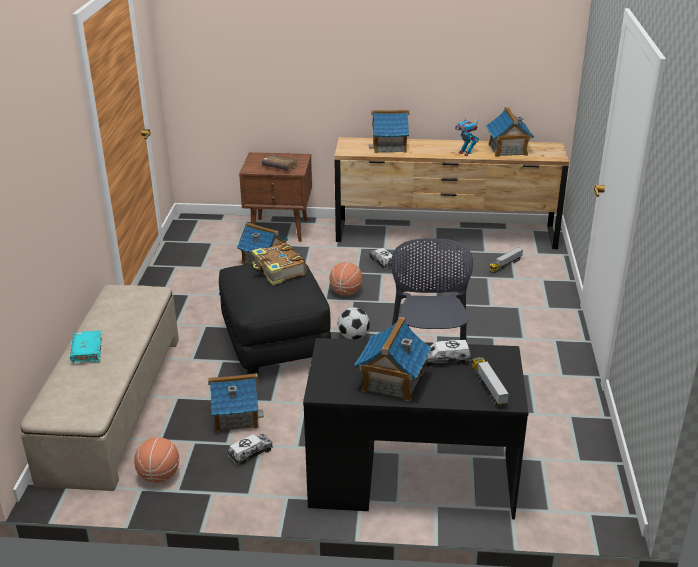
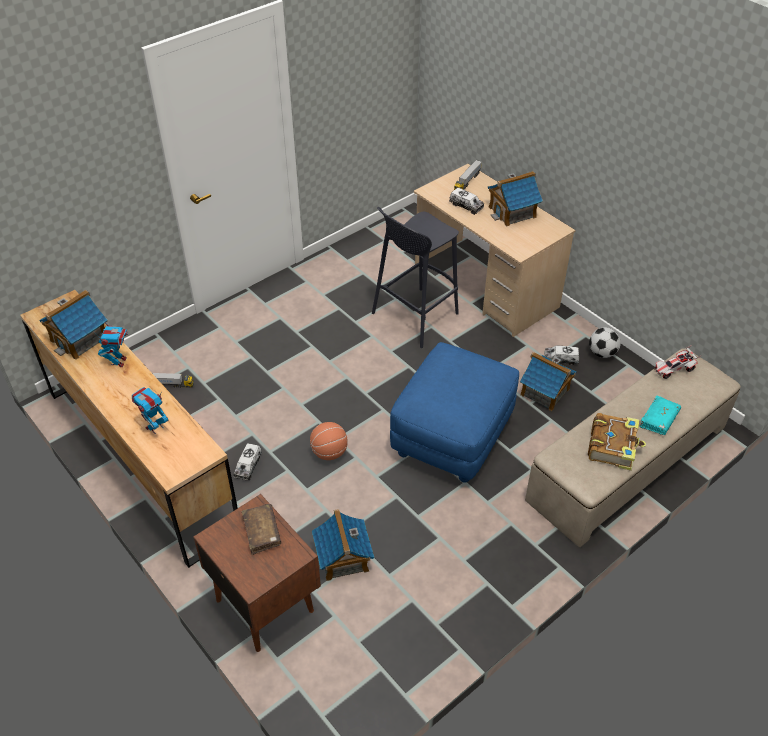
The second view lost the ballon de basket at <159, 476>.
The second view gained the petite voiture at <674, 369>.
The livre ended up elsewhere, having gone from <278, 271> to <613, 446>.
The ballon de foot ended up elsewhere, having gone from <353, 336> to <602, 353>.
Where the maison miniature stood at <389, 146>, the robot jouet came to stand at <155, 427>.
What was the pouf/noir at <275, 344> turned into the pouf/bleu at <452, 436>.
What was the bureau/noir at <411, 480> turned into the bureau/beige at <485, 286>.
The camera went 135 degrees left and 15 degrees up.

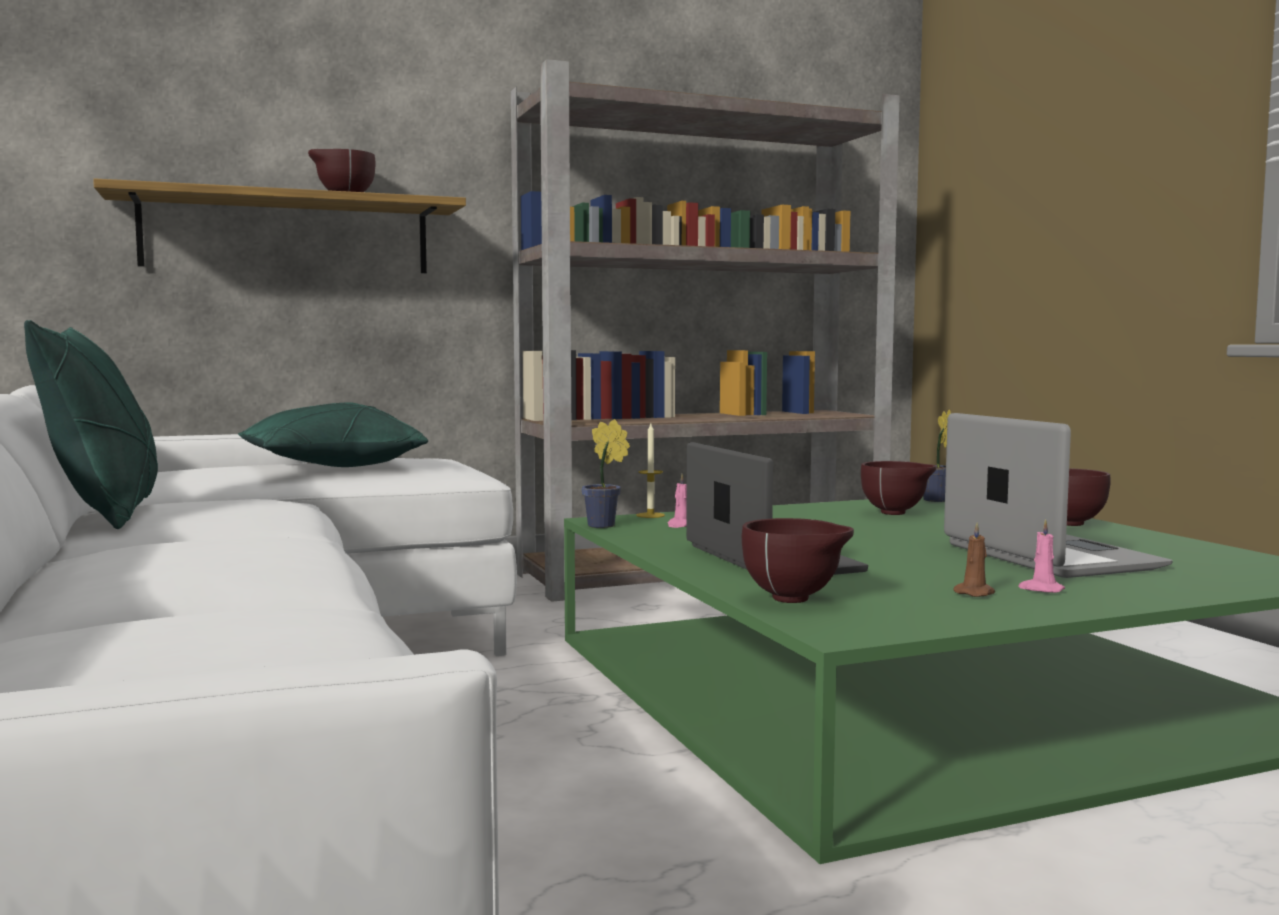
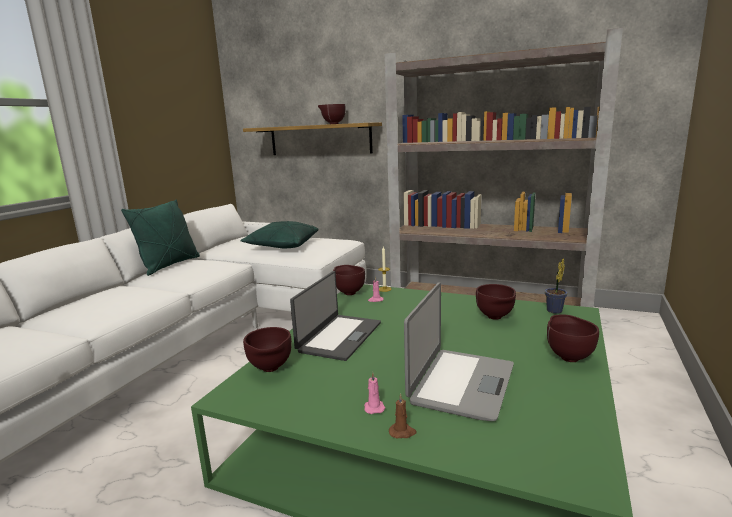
The bougie/marron ended up elsewhere, having gone from <975, 593> to <402, 432>.
Where the plante en pot stood at <604, 526>, the bol/marron came to stand at <349, 292>.
The camera went 45 degrees right and 10 degrees up.

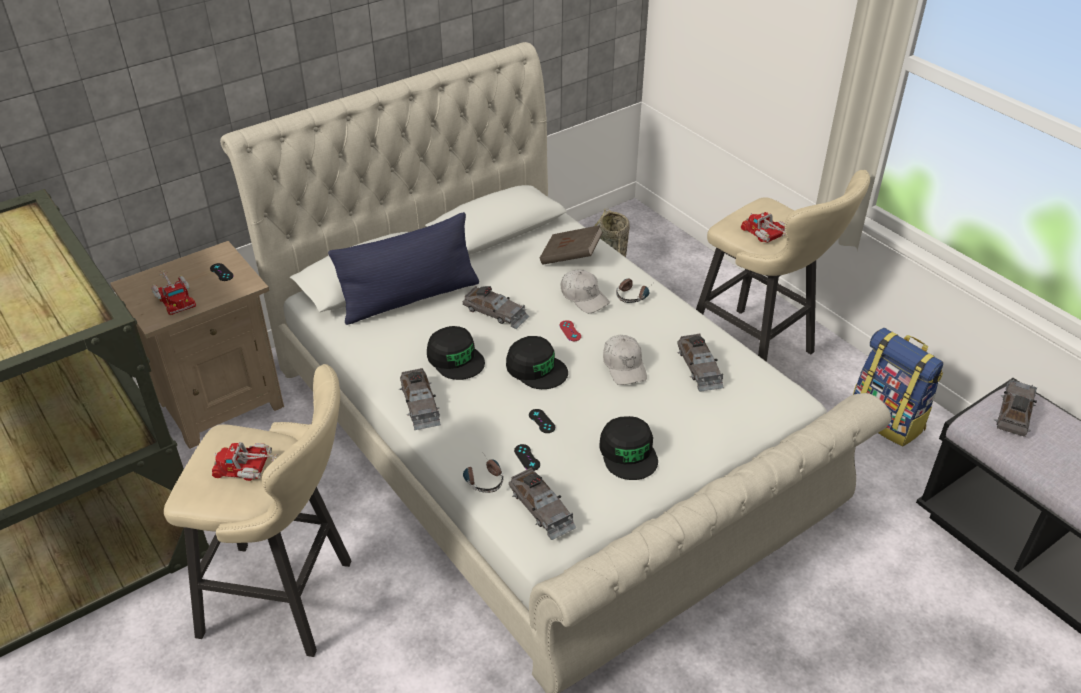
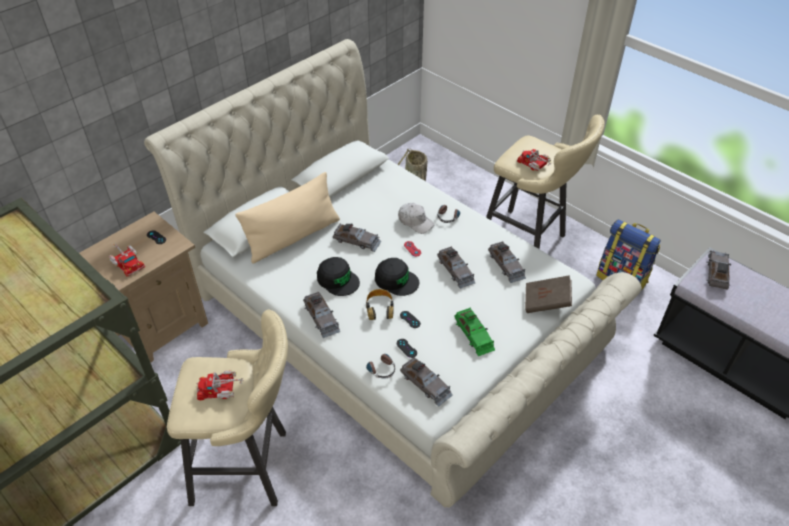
The second view gained the casque audio at <380, 308>.
The livre/marron ended up elsewhere, having gone from <570, 257> to <546, 303>.
Where the casquette/noir stood at <628, 453>, the petite voiture/vert came to stand at <474, 334>.
Where the casquette/blanc stood at <624, 366>, the petite voiture/gris came to stand at <455, 270>.
What was the coussin/bleu at <410, 298> turned into the coussin/beige at <293, 237>.
The camera went 10 degrees left and 5 degrees up.

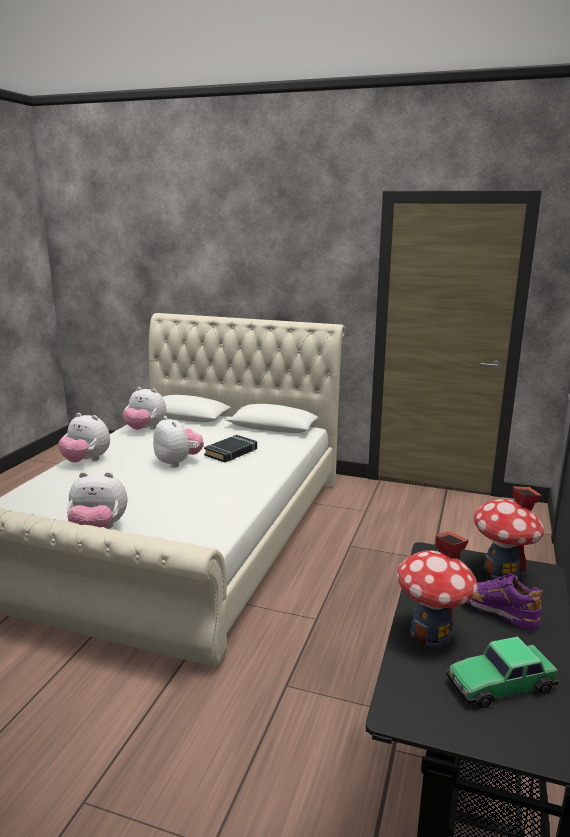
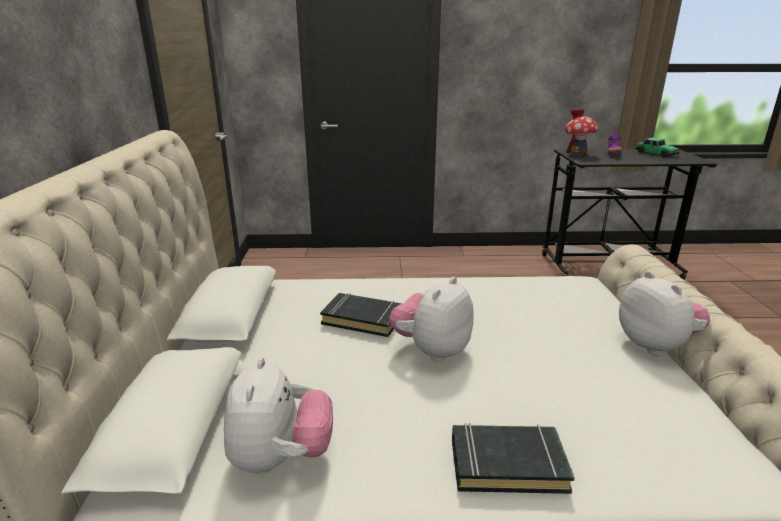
The second view lost the maison miniature at <431, 633>.
Where the peluche stood at <86, 461>, the livre/noir came to stand at <507, 464>.
The camera went 110 degrees left and 5 degrees up.

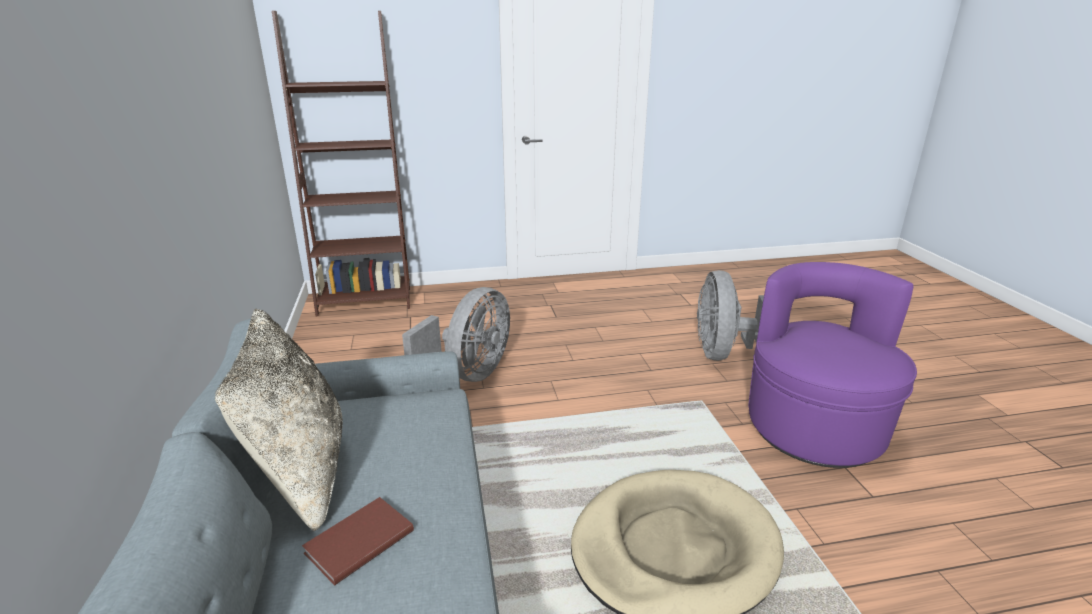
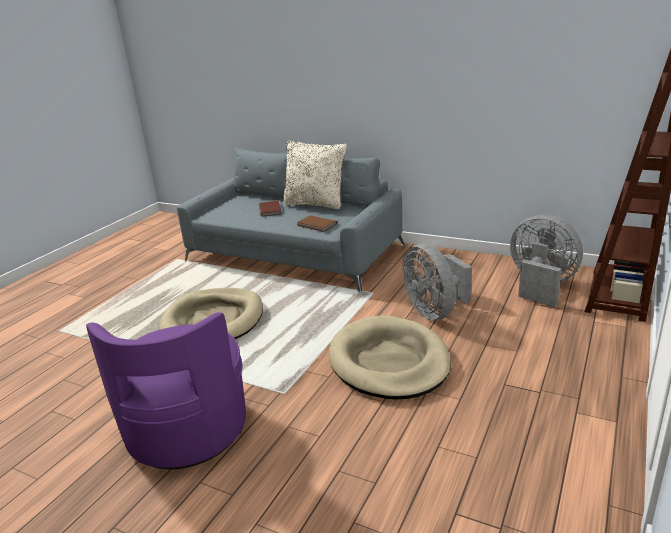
The second view gained the livre/marron at <316, 225>.
The second view gained the panier pour chien/beige at <389, 362>.
The ventilateur/gris ended up elsewhere, having gone from <723, 353> to <540, 286>.
The fauteuil/violet at <815, 429> ended up facing another way, 45 degrees clockwise from before.
The camera went 130 degrees right and 0 degrees up.

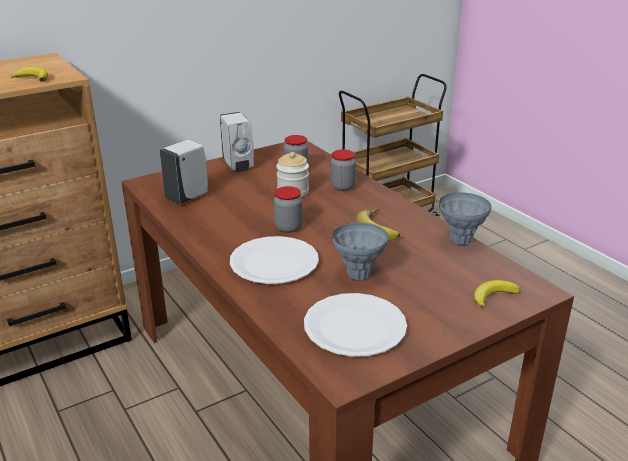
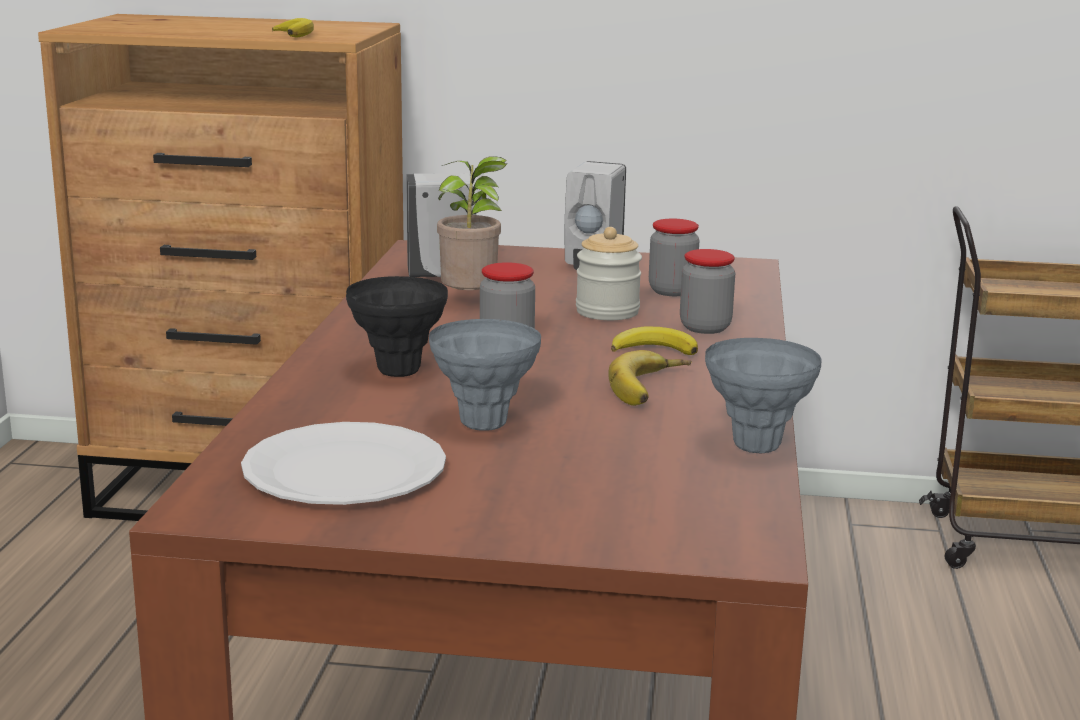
The second view gained the plante en pot at <472, 304>.
The banane ended up elsewhere, having gone from <493, 296> to <654, 349>.
Where the assiette/blanc stood at <274, 262>, the vase/noir came to stand at <398, 371>.
The camera went 40 degrees right and 10 degrees down.

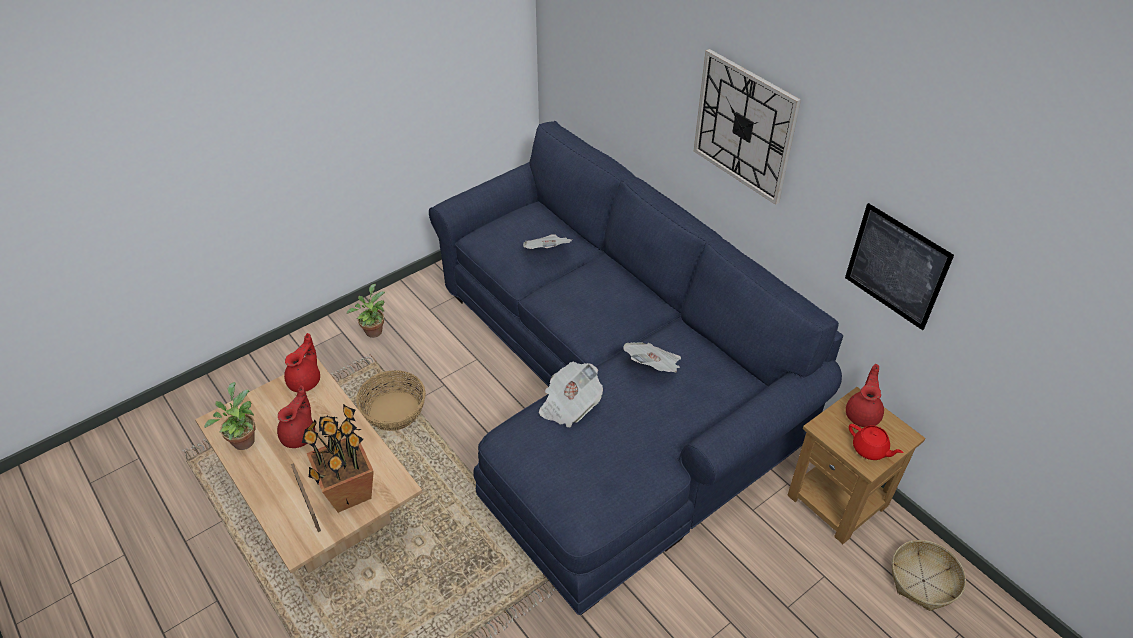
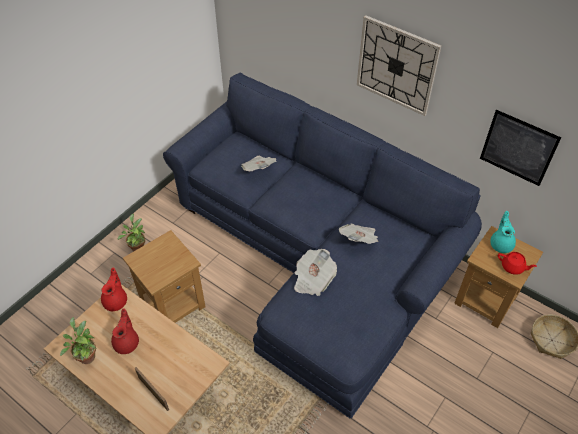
The second view lost the plante en pot at <348, 492>.
Where the panier stood at <394, 411>, the table d'appoint/marron came to stand at <173, 303>.
What was the théière/rouge at <863, 414> turned into the théière/turquoise at <501, 244>.
The camera went 15 degrees left and 5 degrees up.

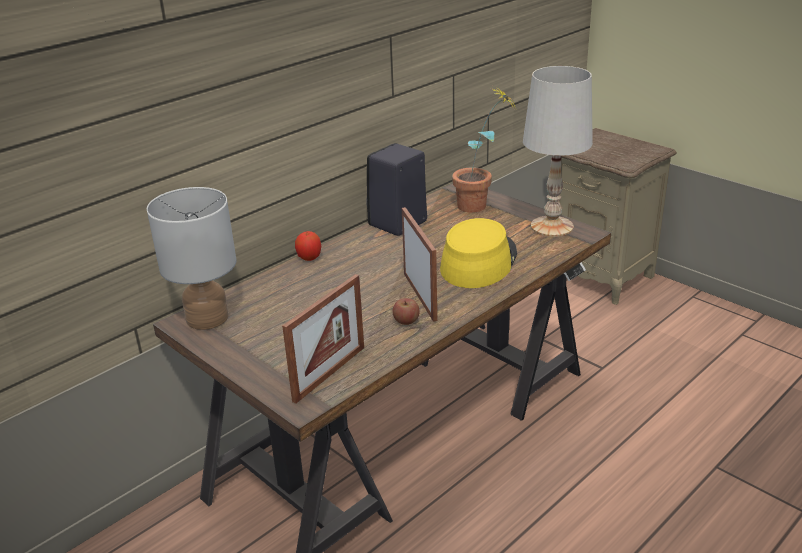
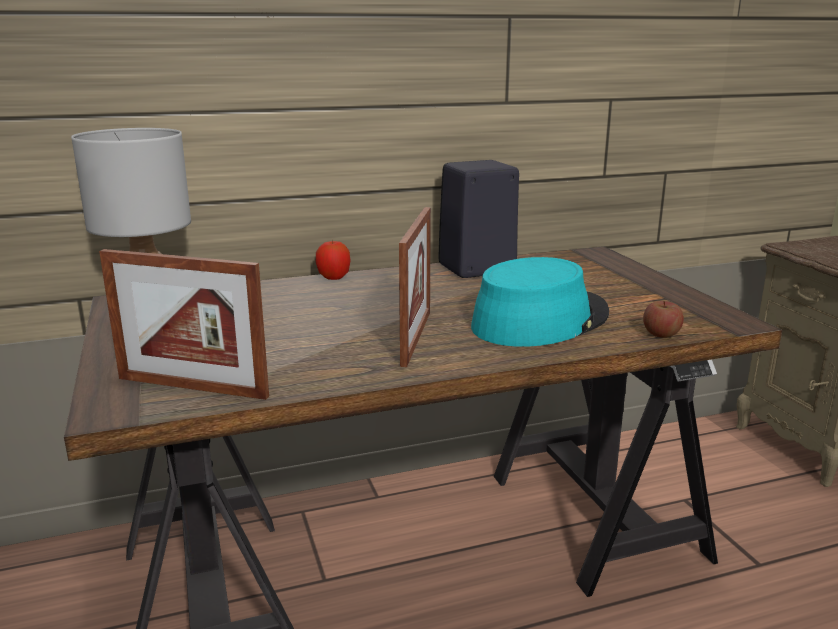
The second view lost the plante en pot at <481, 206>.
The second view lost the lampe de table/blanc at <552, 226>.
The pomme ended up elsewhere, having gone from <406, 321> to <661, 334>.
What was the chapeau/jaune at <478, 261> turned into the chapeau/turquoise at <540, 320>.
The cadre photo at <329, 373> ended up facing another way, 45 degrees clockwise from before.
The camera went 25 degrees right and 10 degrees down.

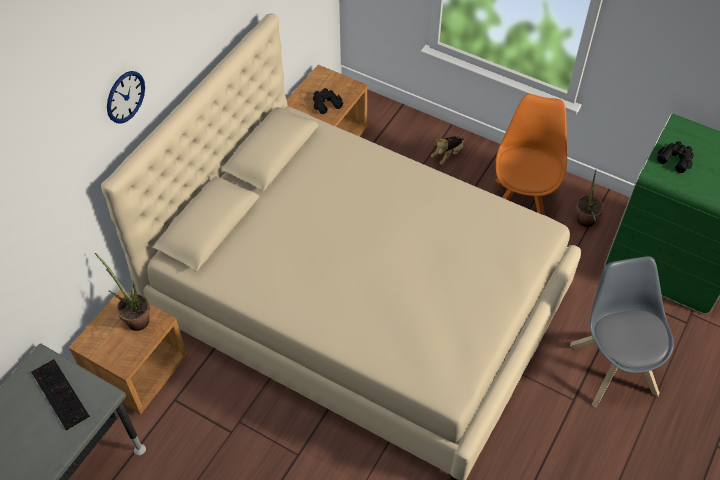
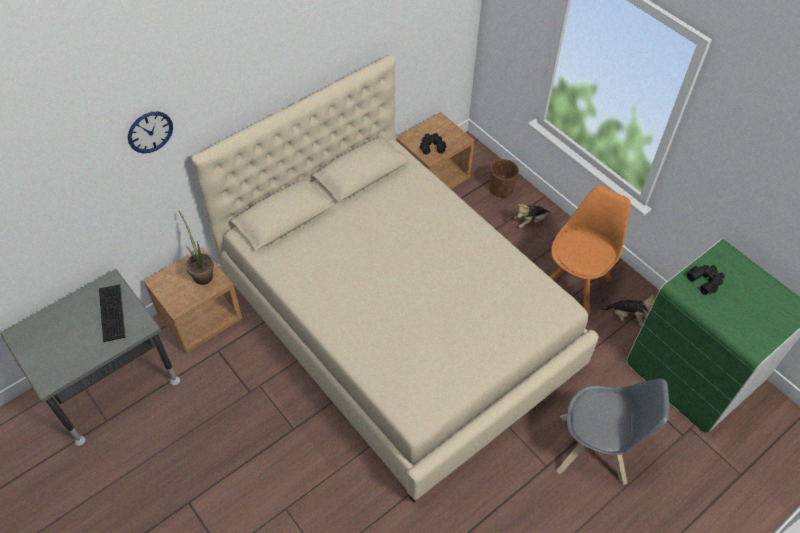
The second view gained the cache-pot/marron at <501, 189>.
The horloge murale ended up elsewhere, having gone from <125, 97> to <150, 132>.
Where the plante en pot stood at <585, 223>, the peluche came to stand at <627, 317>.
The chaise/gris at <612, 366> ended up facing another way, 90 degrees clockwise from before.
The camera went 20 degrees right and 0 degrees up.

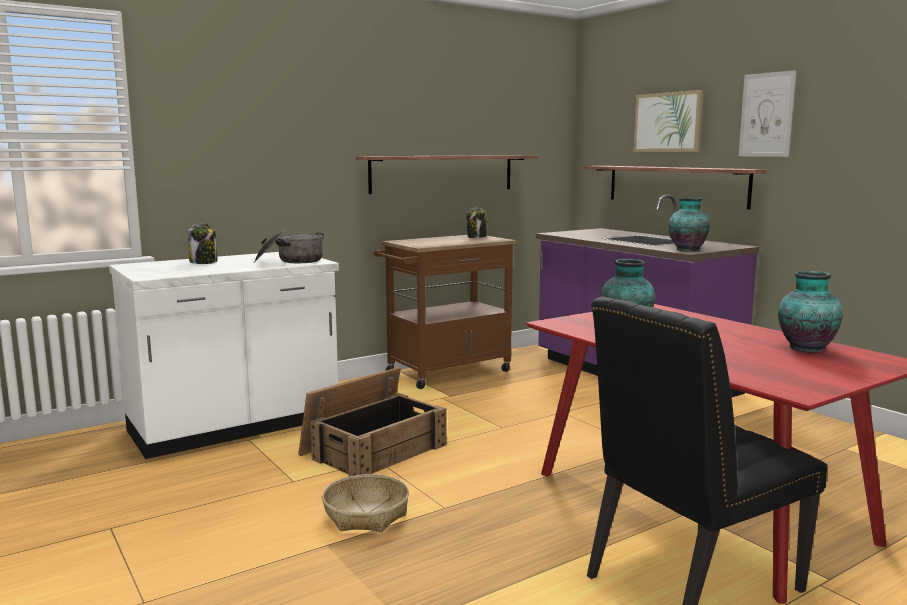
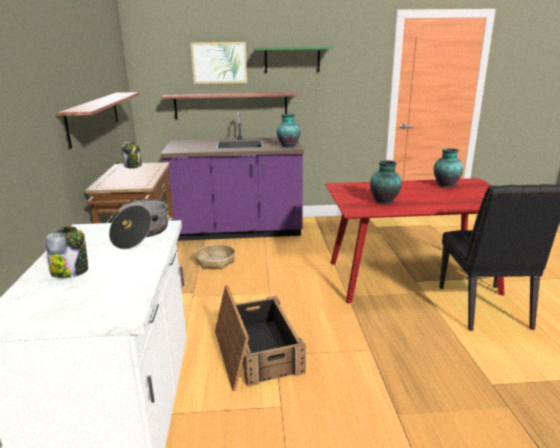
The panier ended up elsewhere, having gone from <366, 514> to <215, 262>.
Where the tableau hung at <766, 115>, the étagère/vert came to hang at <292, 59>.
The camera went 60 degrees left and 10 degrees up.

